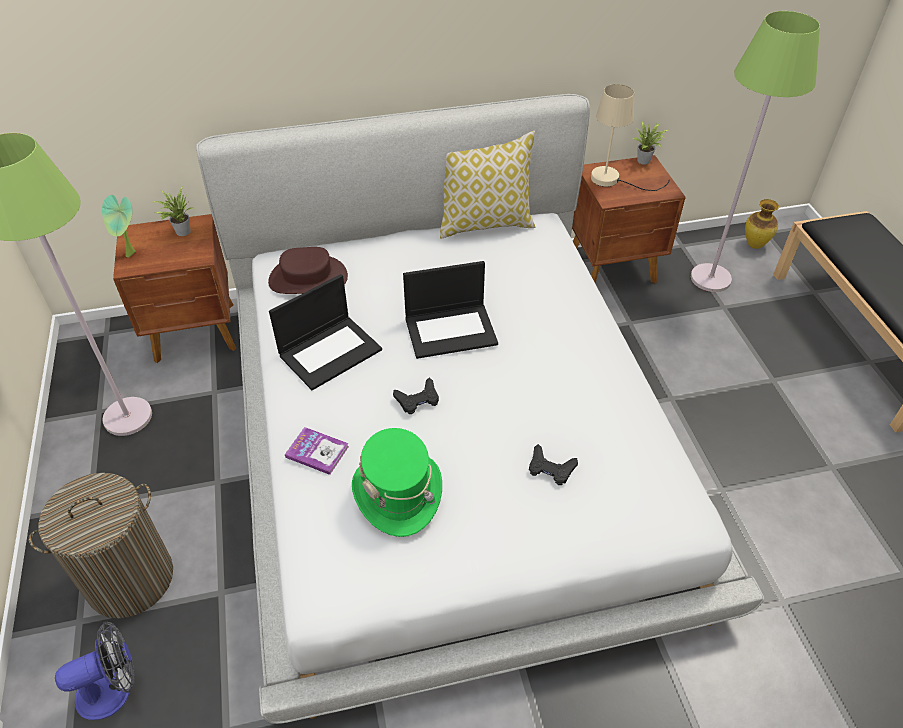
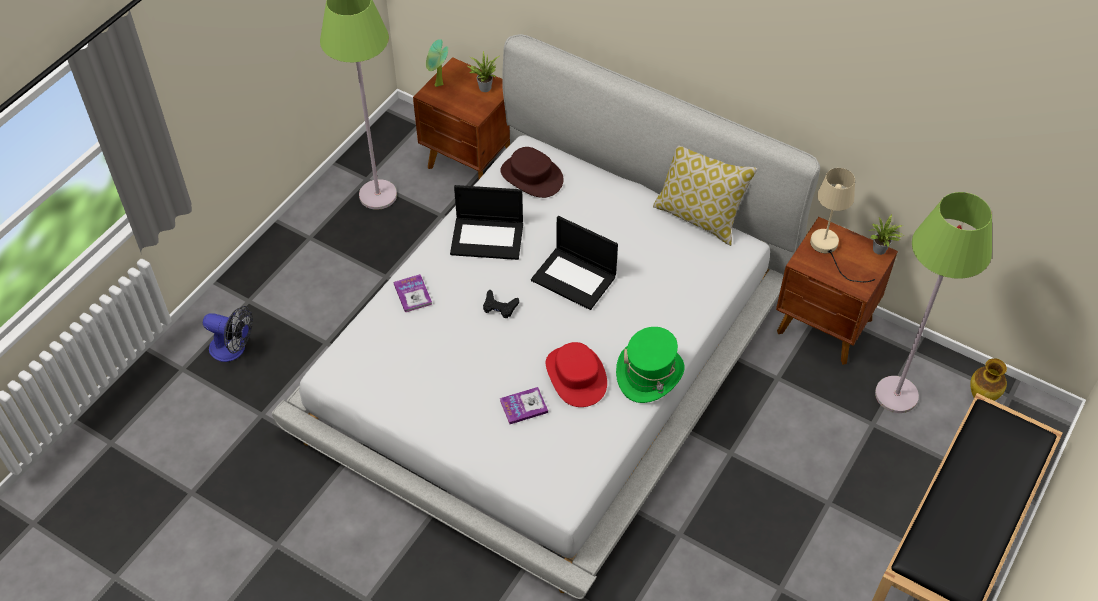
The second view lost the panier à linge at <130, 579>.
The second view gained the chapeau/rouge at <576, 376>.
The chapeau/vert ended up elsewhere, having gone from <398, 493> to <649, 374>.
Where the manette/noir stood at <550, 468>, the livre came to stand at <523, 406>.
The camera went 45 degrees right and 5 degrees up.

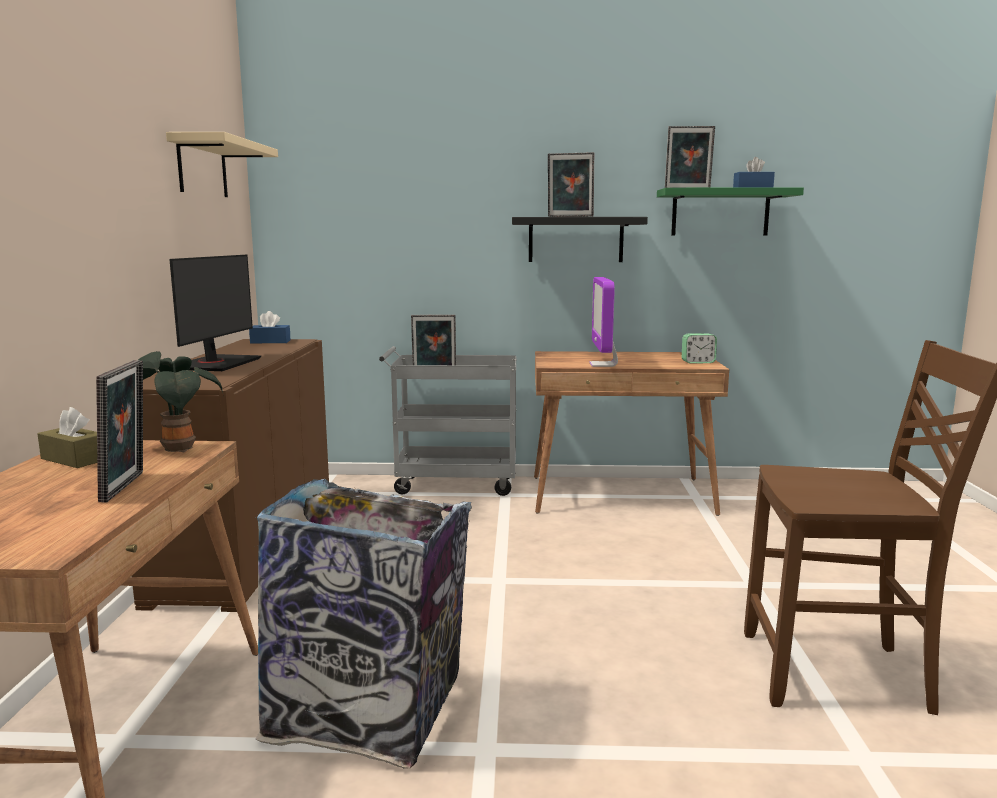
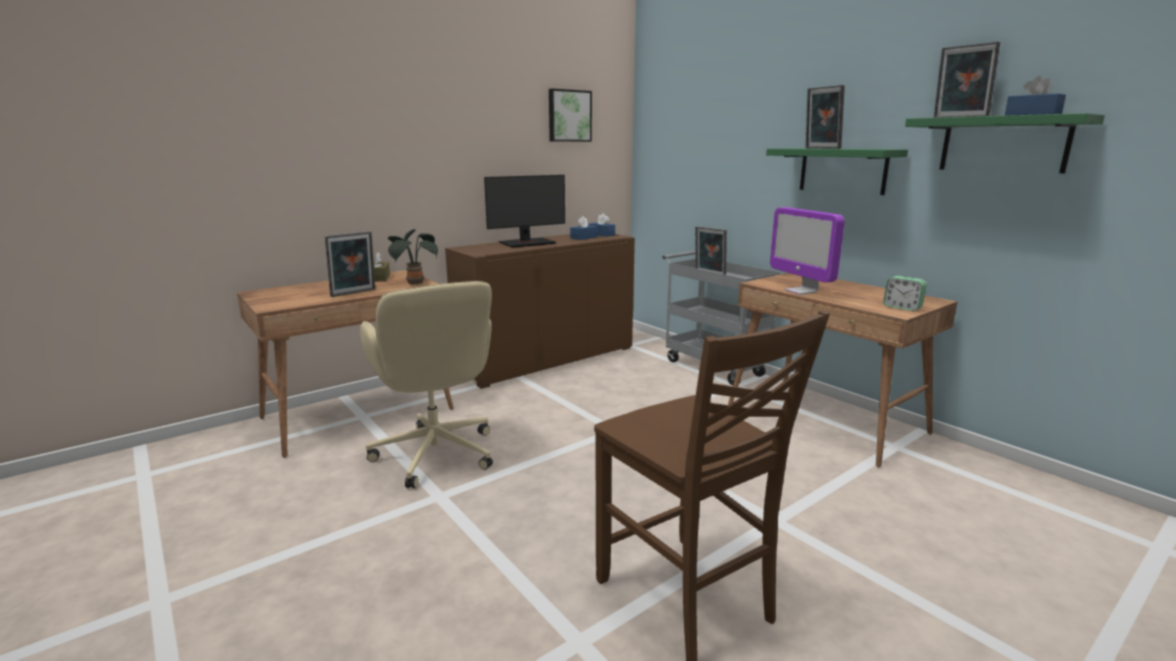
The second view gained the boîte à mouchoirs/bleu at <583, 238>.
Where the étagère/beige hung at <202, 168>, the tableau came to hang at <569, 116>.
Where the poubelle stood at <370, 713>, the chaise de bureau/beige came to stand at <436, 455>.
What was the étagère/noir at <575, 240> turned into the étagère/vert at <842, 170>.
The écran d'ordinateur at <603, 364> ended up facing another way, 75 degrees counterclockwise from before.
The camera went 50 degrees right and 5 degrees up.

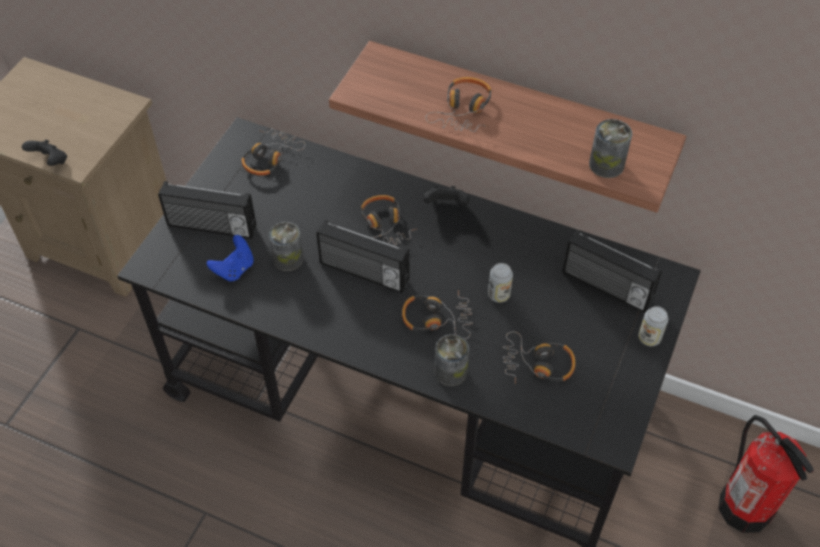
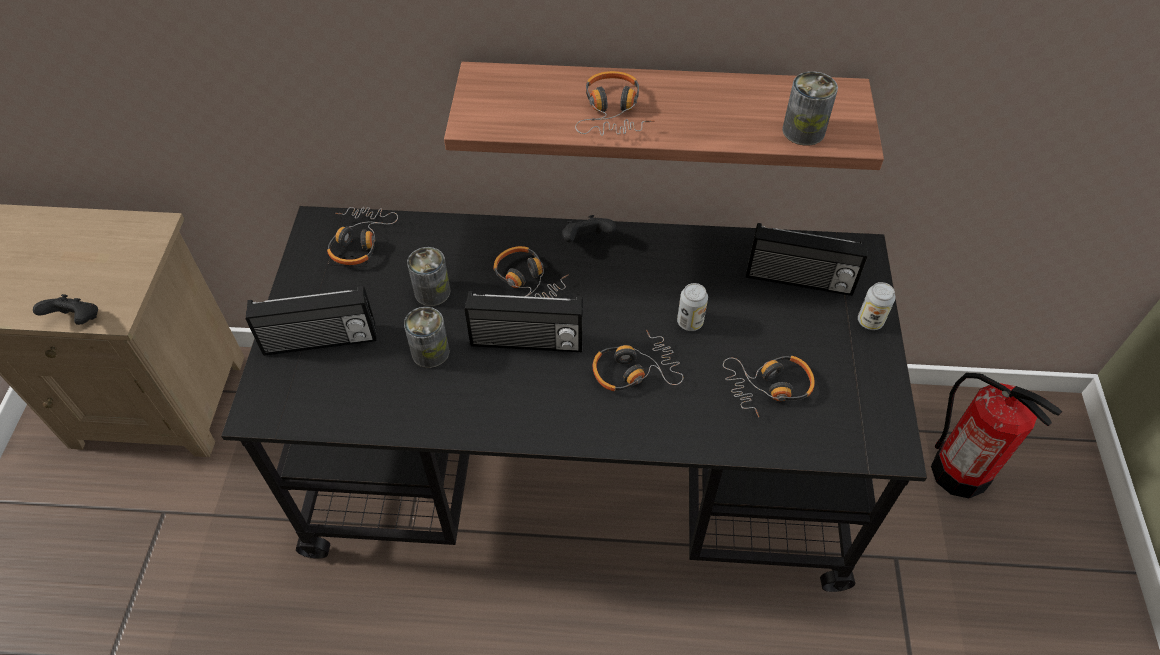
The second view lost the manette/bleu at <234, 269>.
The boîte métallique ended up elsewhere, having gone from <450, 371> to <432, 292>.
The camera went 20 degrees left and 0 degrees up.

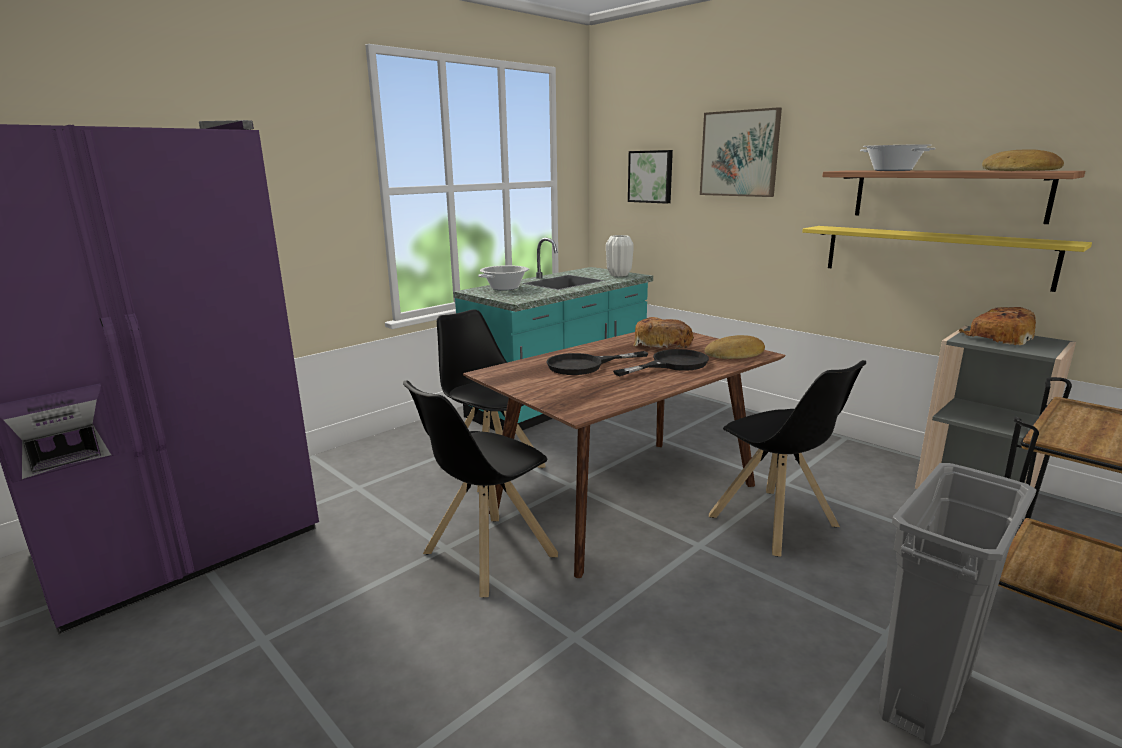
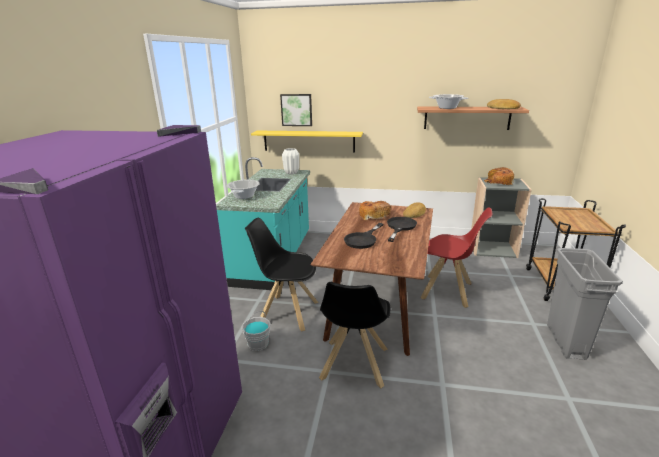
The second view lost the tableau at <739, 153>.
The second view gained the seau/gris at <258, 344>.
The étagère/jaune ended up elsewhere, having gone from <933, 255> to <308, 141>.
What was the chaise/noir at <775, 522> turned into the chaise/rouge at <448, 291>.
The camera went 35 degrees left and 5 degrees up.

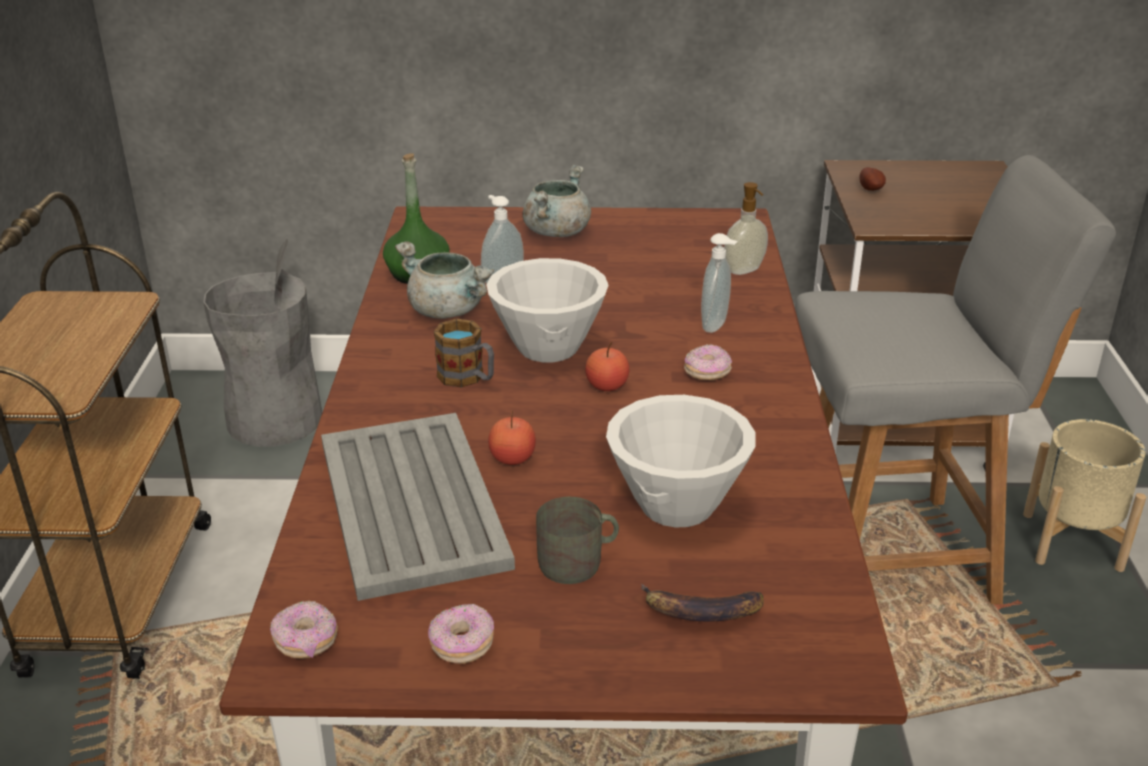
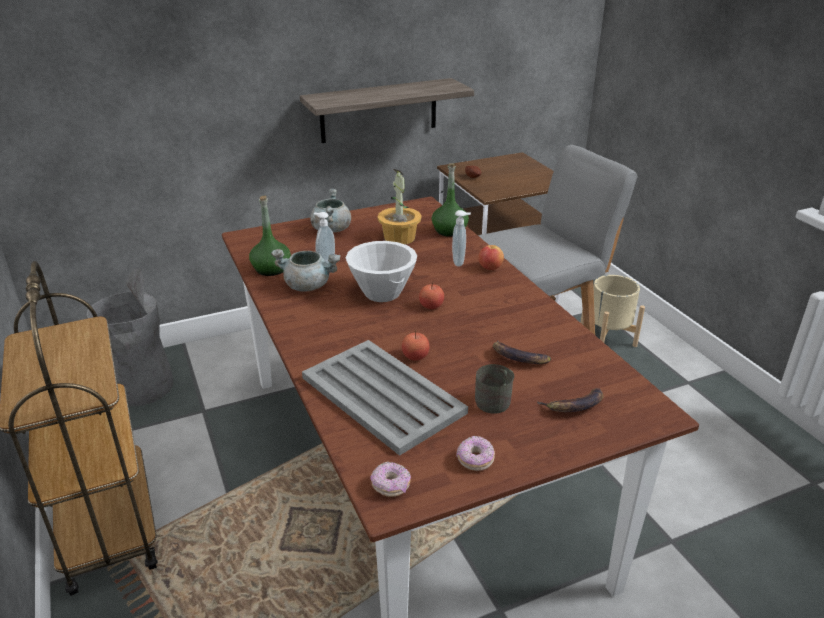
The second view lost the mug at <468, 378>.
The second view lost the beignet at <707, 373>.
The second view gained the étagère at <379, 110>.
The second view gained the plante en pot at <399, 238>.
The second view gained the pomme at <490, 268>.
Where the bol/blanc stood at <675, 505>, the banane came to stand at <518, 357>.
Where the distributeur de savon stood at <745, 270>, the bouteille/vert came to stand at <449, 230>.
The camera went 25 degrees left and 0 degrees up.

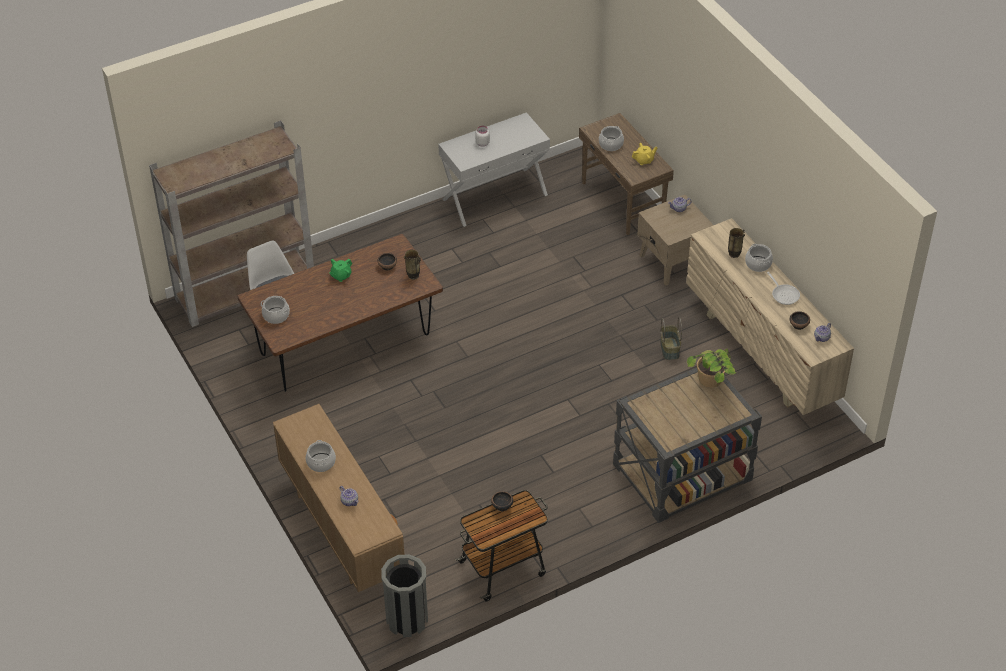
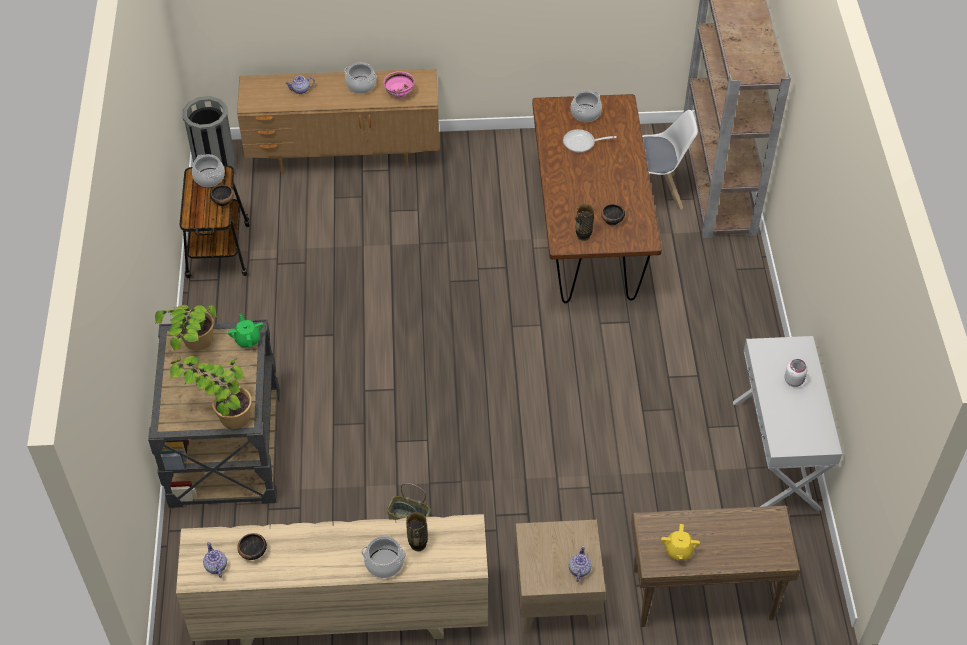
The second view gained the plante en pot at <194, 351>.
The second view gained the bol/rose at <399, 94>.
The théière/vert ended up elsewhere, having gone from <341, 276> to <247, 339>.
The marmite ended up elsewhere, having gone from <611, 144> to <209, 178>.
The poêle ended up elsewhere, having gone from <784, 294> to <582, 143>.
The camera went 115 degrees right and 5 degrees up.

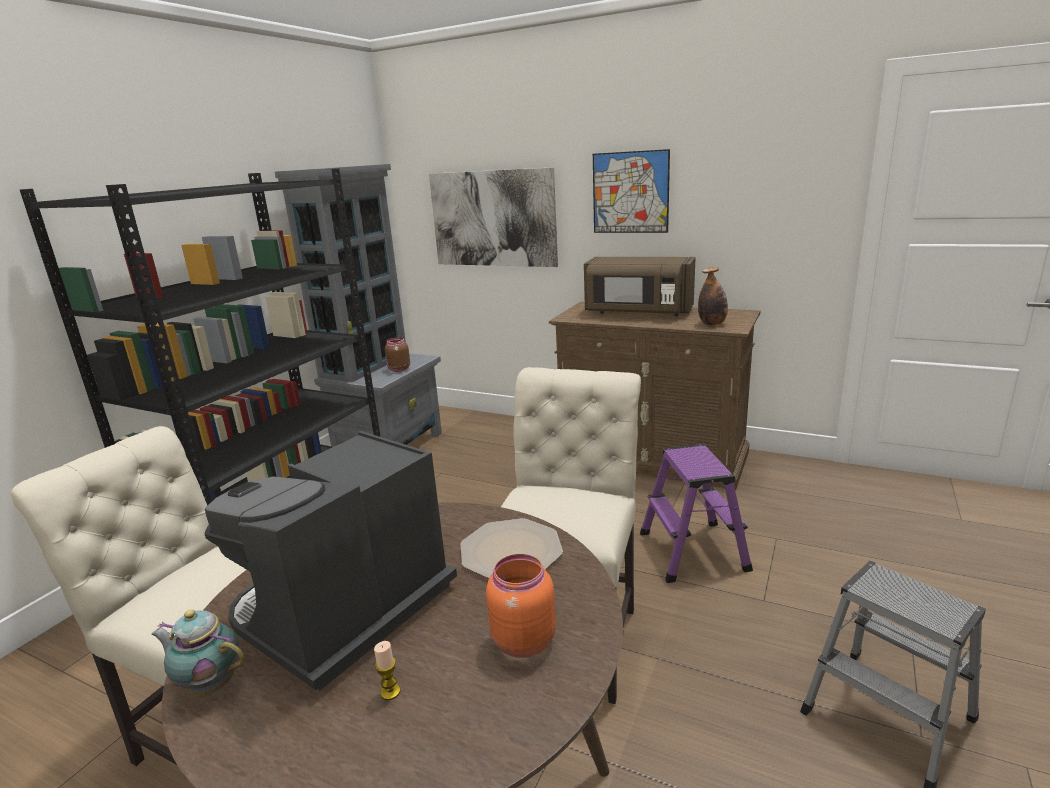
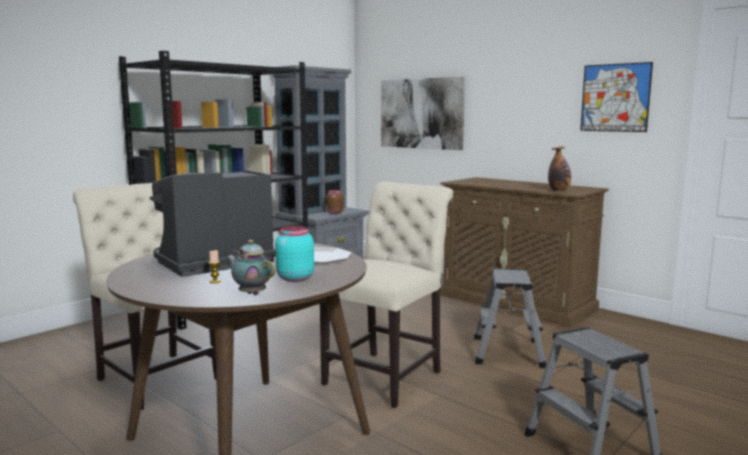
The second view lost the micro-ondes/marron at <637, 312>.
The théière ended up elsewhere, having gone from <209, 684> to <251, 294>.
The tableau ended up elsewhere, having gone from <630, 192> to <615, 98>.
What was the bocal/orange at <521, 641> turned into the bocal/turquoise at <294, 278>.
What was the escabeau/violet at <693, 551> turned into the escabeau/gris at <508, 352>.
The camera went 15 degrees right and 10 degrees down.

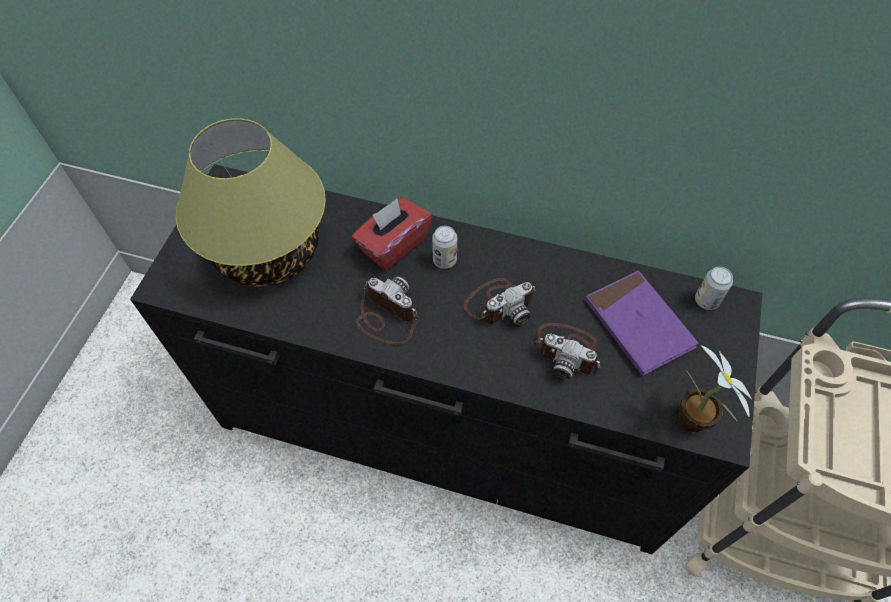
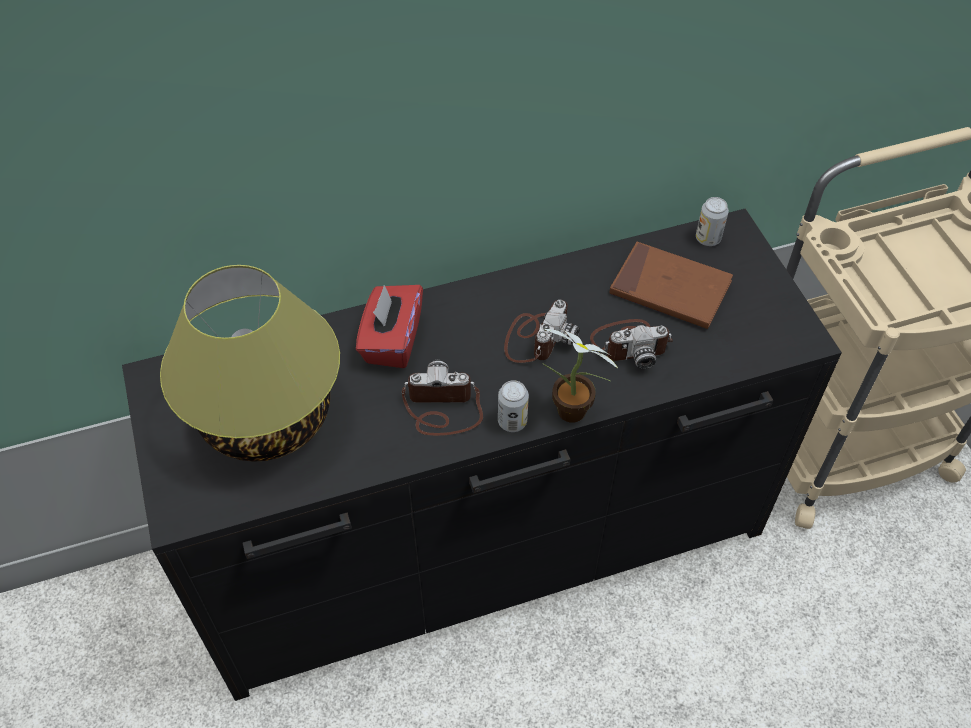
The boîte métallique ended up elsewhere, having gone from <444, 260> to <512, 421>.
The plante en pot ended up elsewhere, having gone from <693, 425> to <575, 414>.
What was the livre/violet at <638, 325> turned into the livre/marron at <670, 289>.
The camera went 35 degrees left and 5 degrees down.

